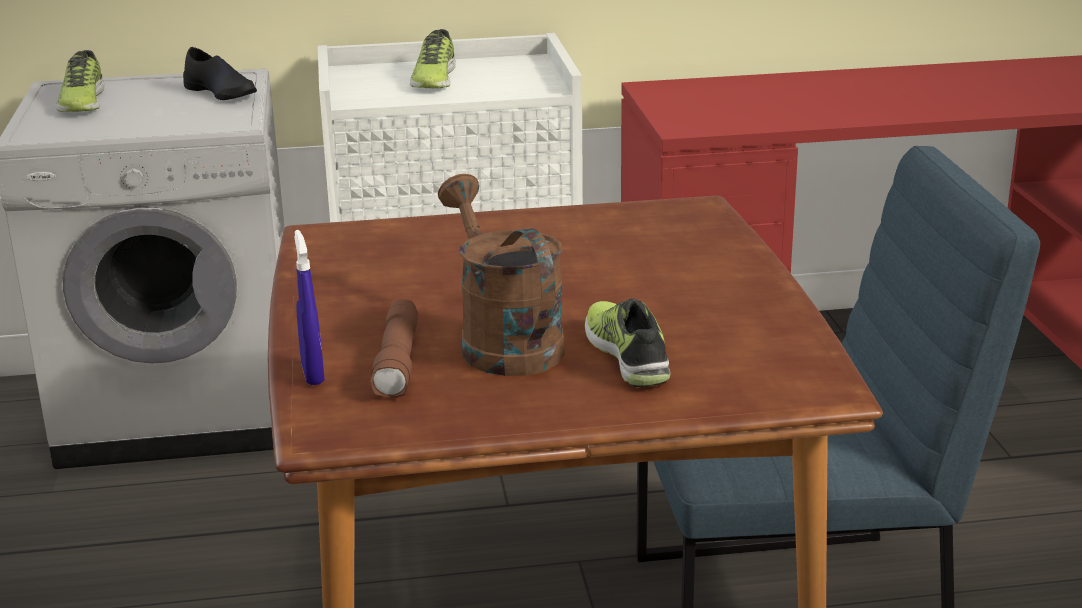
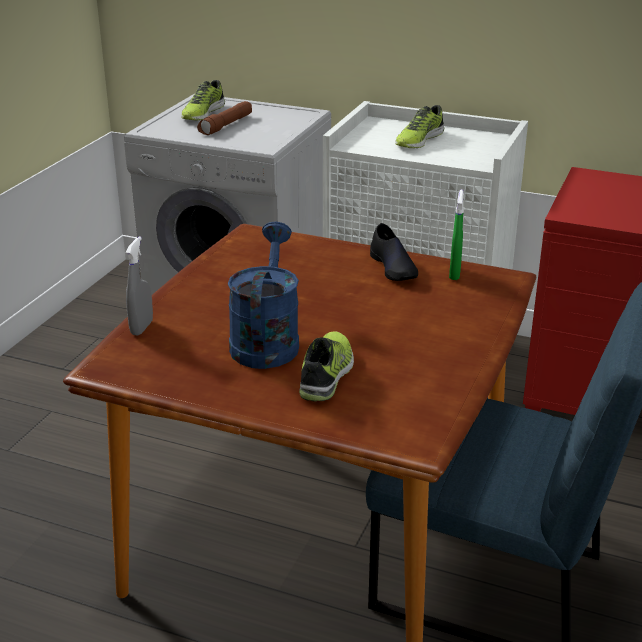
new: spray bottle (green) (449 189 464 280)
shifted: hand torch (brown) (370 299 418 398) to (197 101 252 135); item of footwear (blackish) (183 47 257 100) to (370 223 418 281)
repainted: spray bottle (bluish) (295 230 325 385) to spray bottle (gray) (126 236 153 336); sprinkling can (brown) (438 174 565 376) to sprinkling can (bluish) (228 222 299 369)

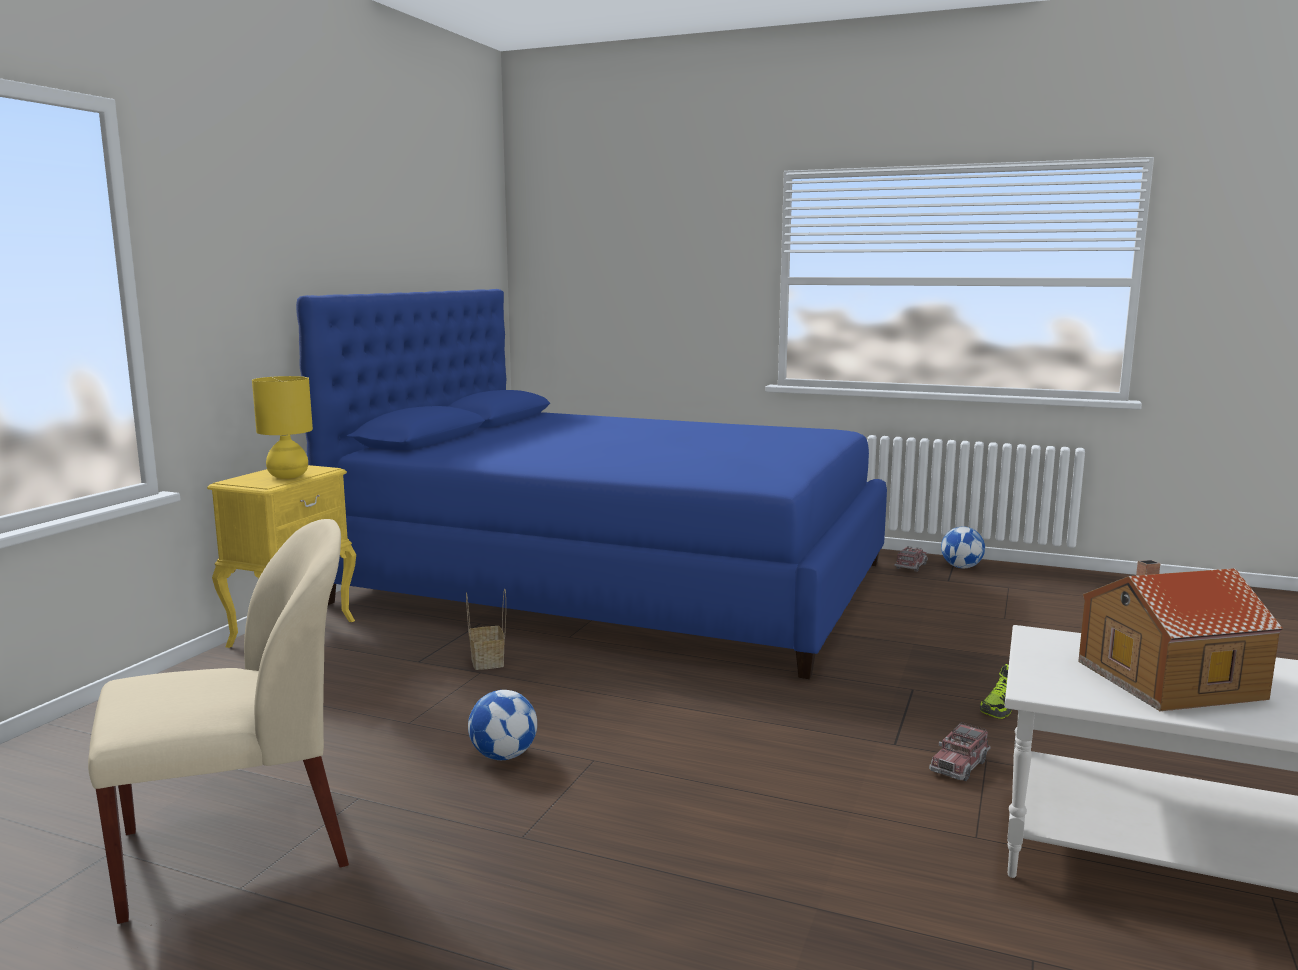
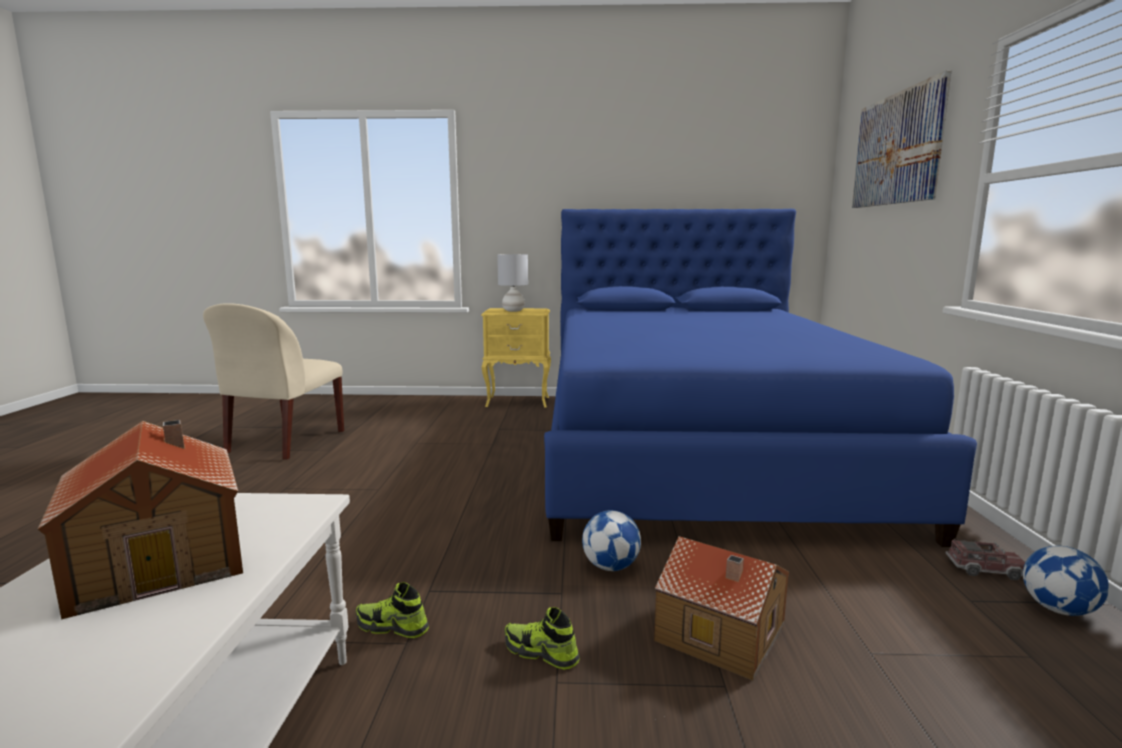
gone: household basket (466 589 506 670)
new: toy house (654 536 789 681); picture (852 70 952 208)
shifted: ball for football (468 690 537 760) to (582 510 641 571)
swapped: model truck (929 722 991 781) to item of footwear (356 582 429 638)
repainted: tabletop lamp (yellow-coloured) (252 376 313 479) to tabletop lamp (gray) (497 254 528 312)
rotated: chair (beige-coloured) (88 519 349 924) = (203 303 344 460) 60 degrees clockwise

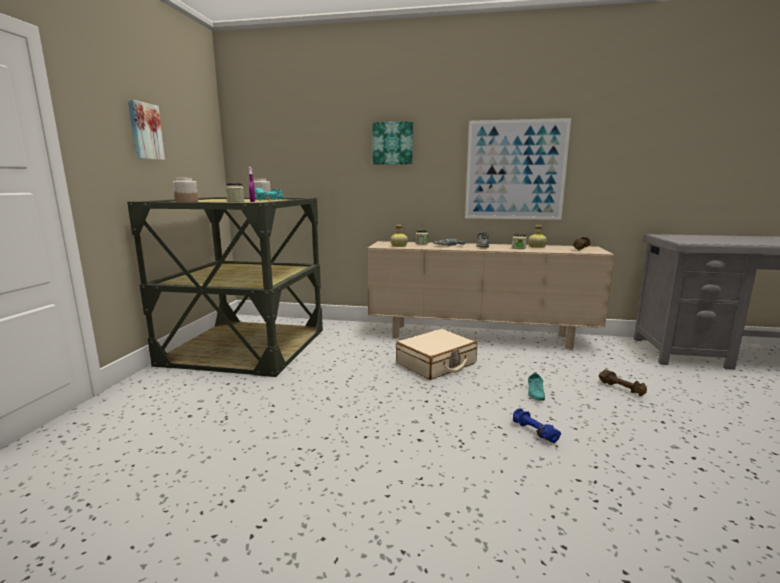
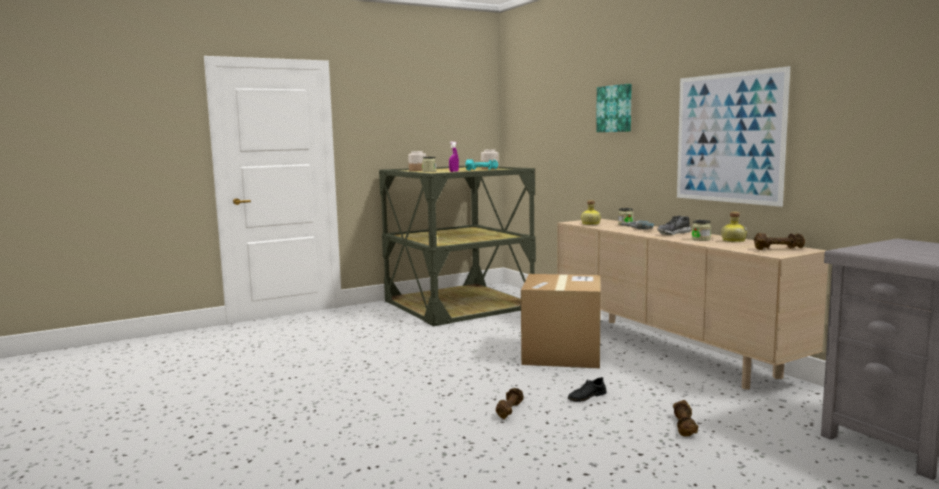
gone: picture (128 99 165 160)
swapped: suitcase (beige-coloured) (396 329 477 380) to carton (521 274 601 368)
repainted: free weight (bluish) (513 408 561 443) to free weight (brown) (496 388 524 419); item of footwear (blue-green) (528 372 545 401) to item of footwear (blackish) (568 377 607 402)

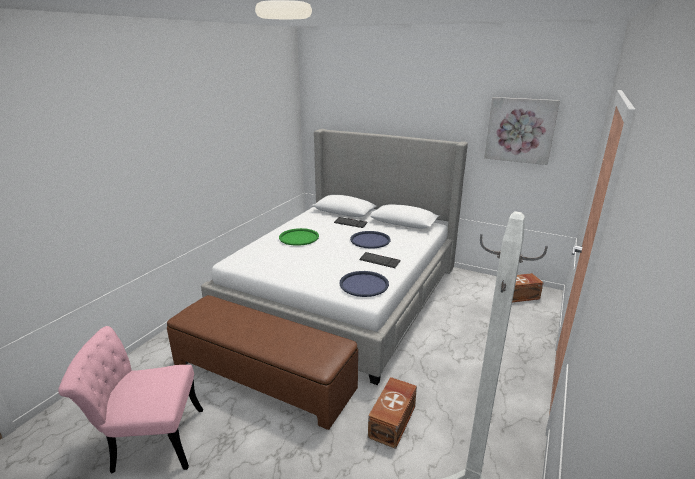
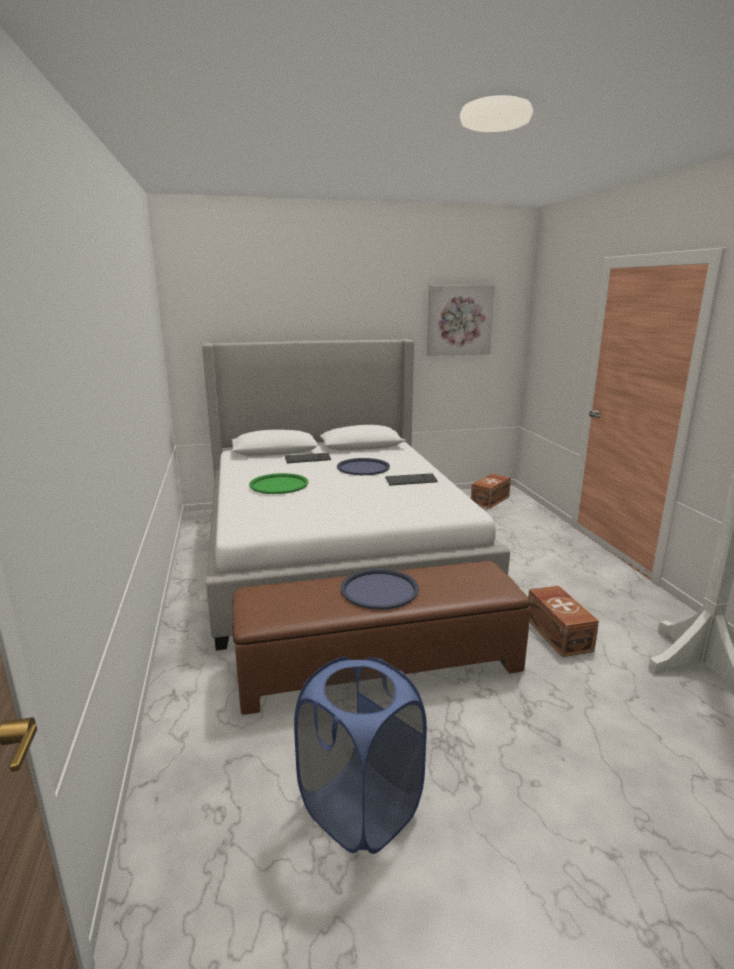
shifted: carrying tray (bluish) (339 271 389 297) to (341 569 419 610)
swapped: chair (pinkish) (58 326 203 474) to laundry basket (bluish) (294 657 427 854)

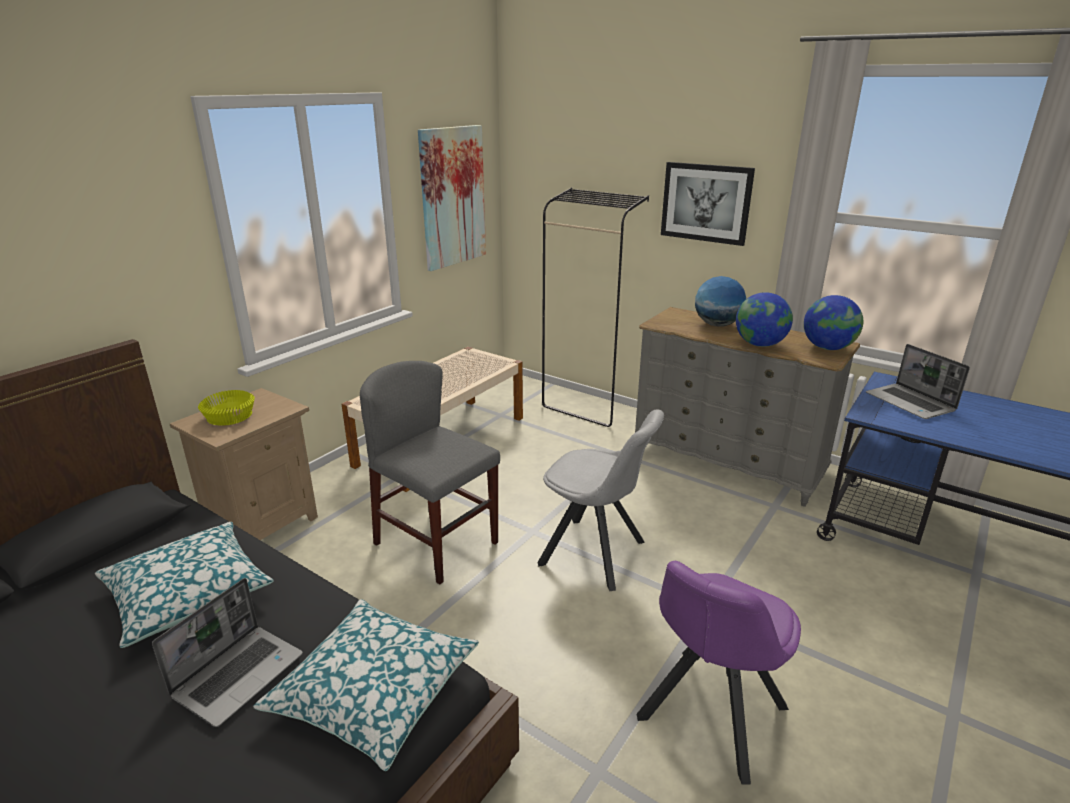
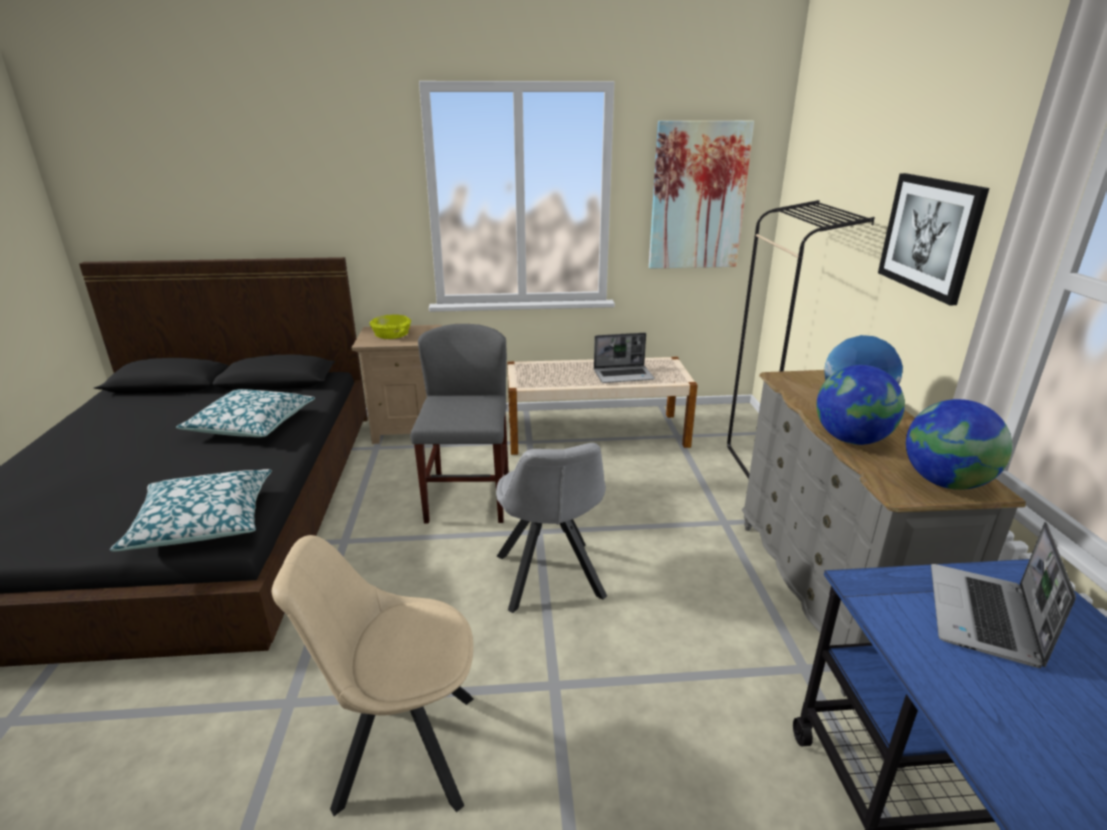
shifted: notebook computer (152 578 303 727) to (594 333 655 383)
repainted: chair (purple) (637 561 801 785) to chair (beige-coloured) (272 535 474 816)

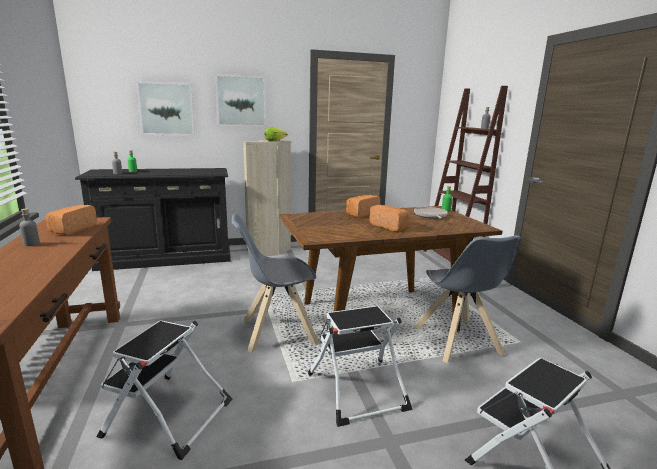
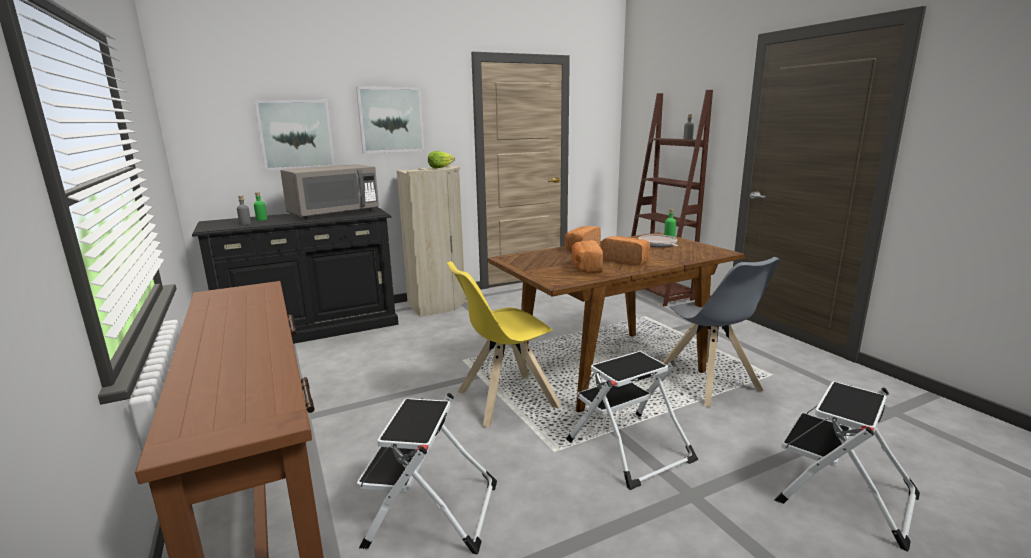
gone: beverage bottle (gray) (19 209 40 246)
new: kitchen microwave (gray) (280 164 379 219)
shifted: bread (45 205 97 235) to (571 240 603 273)
repainted: chair (gray) (231 213 319 353) to chair (yellow-coloured) (447 261 561 427)

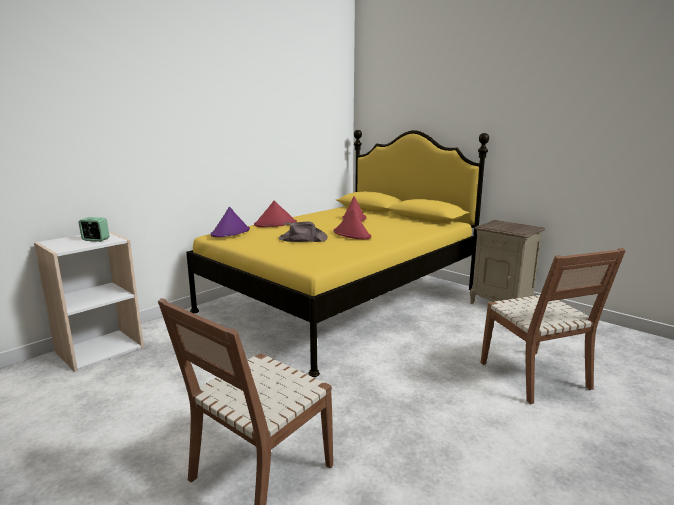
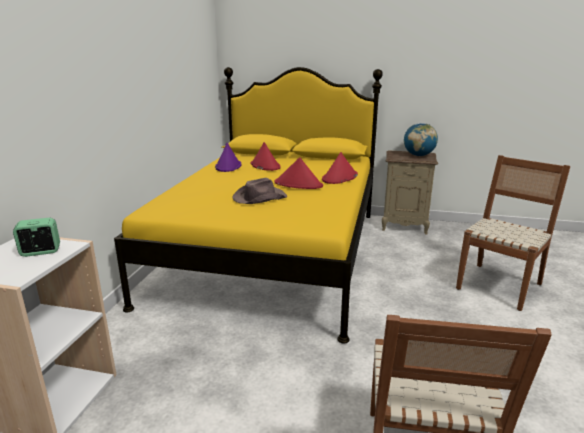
new: desk globe (404 123 438 156)
shifted: wearable hat (purple) (211 207 250 237) to (215 143 241 172); wearable hat (reddish) (254 200 297 227) to (322 152 358 184)
rotated: chair (480 248 626 404) = (456 155 570 311) 90 degrees counterclockwise

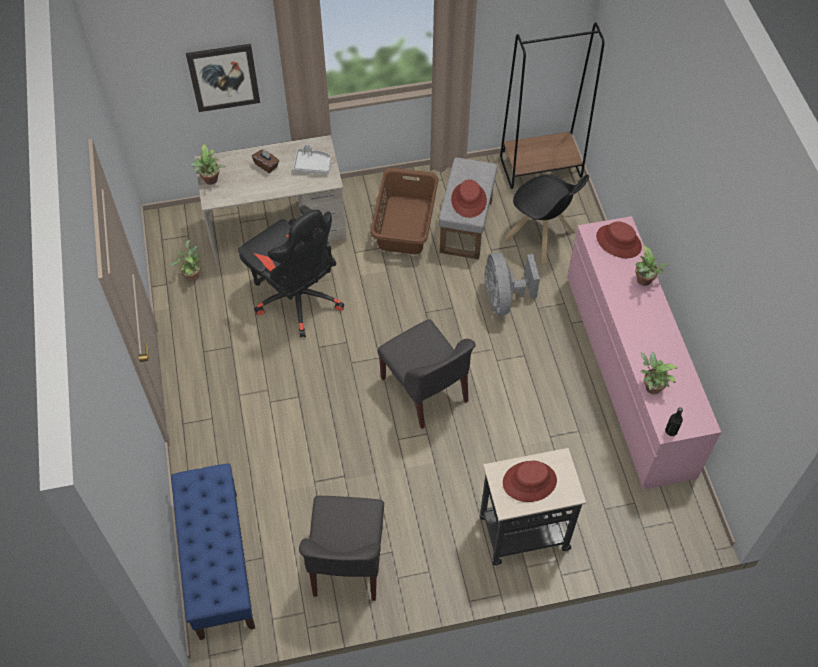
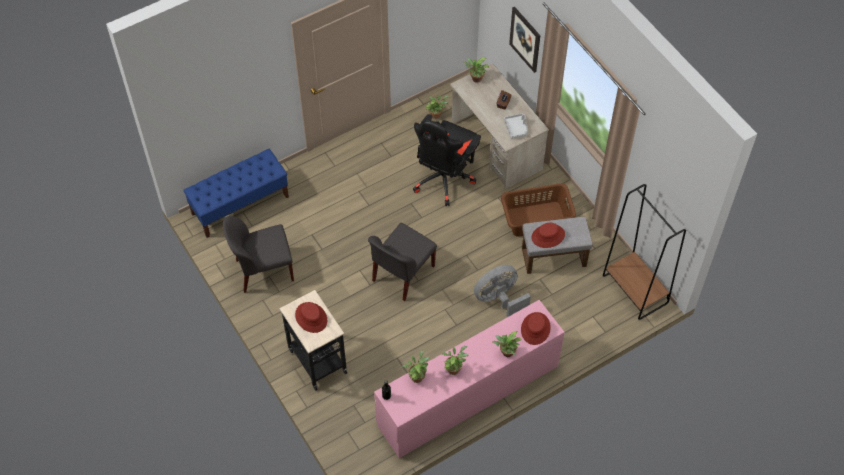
gone: chair (blackish) (505 174 589 264)
new: houseplant (441 346 469 375)

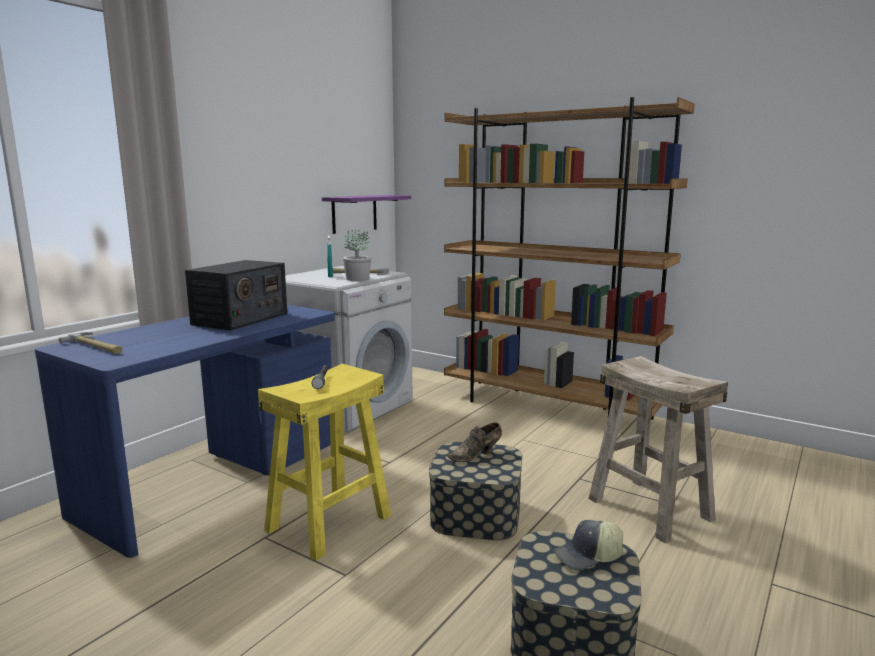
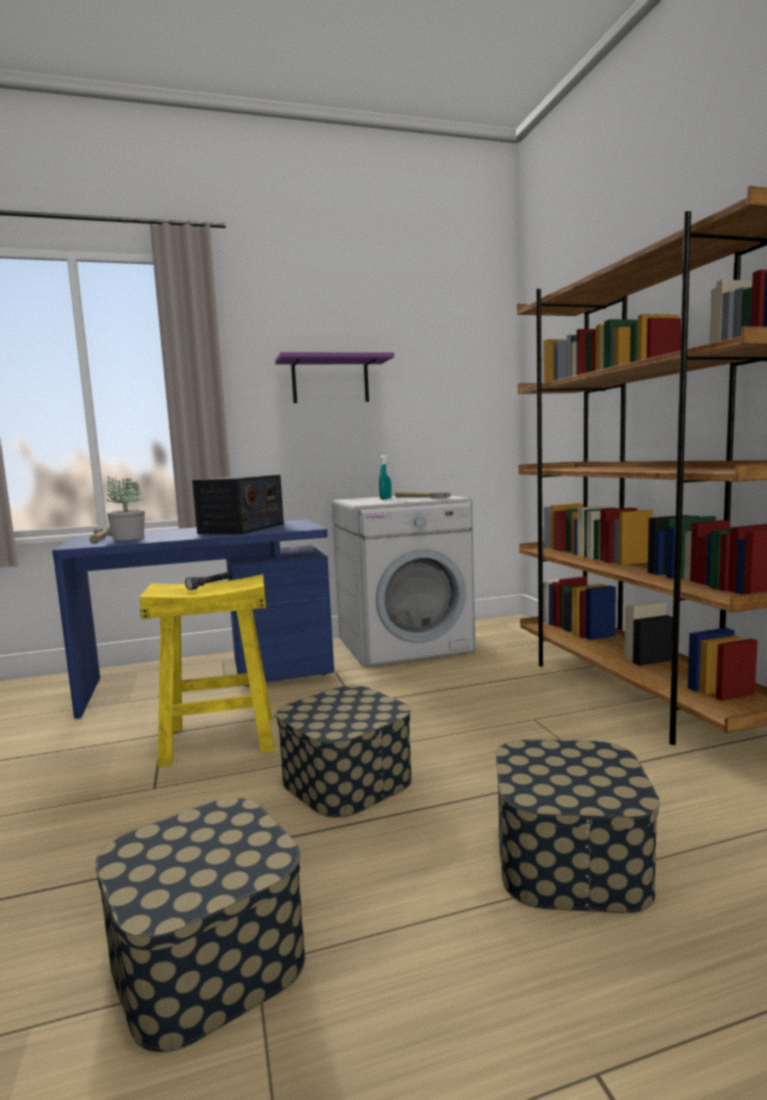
gone: item of footwear (brown) (447 422 502 462); cap (553 519 623 570)
shifted: houseplant (343 229 371 281) to (107 476 145 540); wall shelf (purple) (322 195 411 234) to (275 352 394 403)
swapped: sitting stool (beige-coloured) (588 356 728 543) to storage container (496 740 660 913)
rotated: radio (185 260 287 331) = (192 475 284 534) 45 degrees counterclockwise

